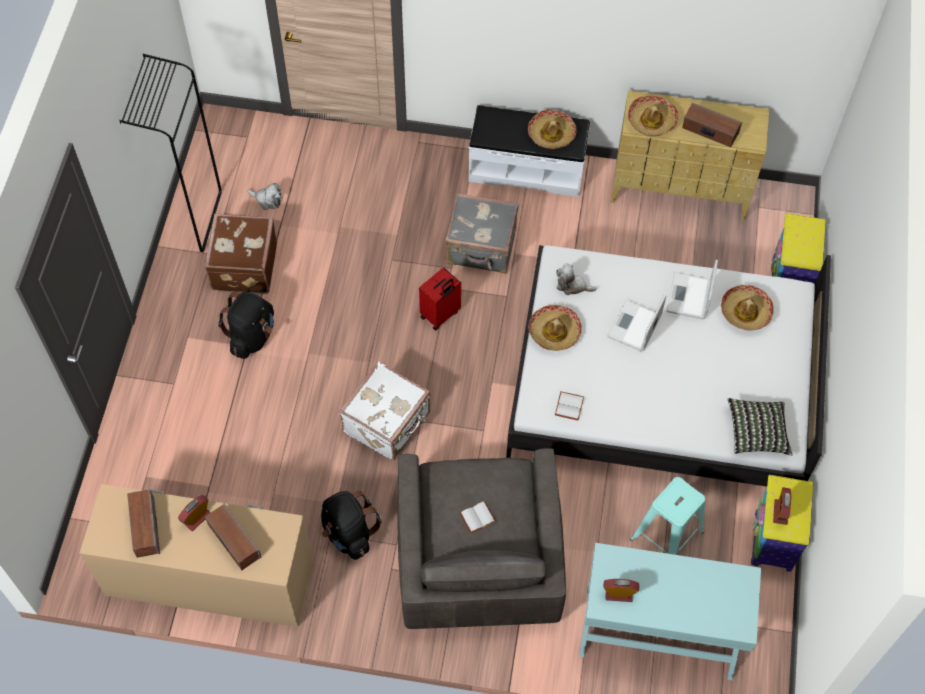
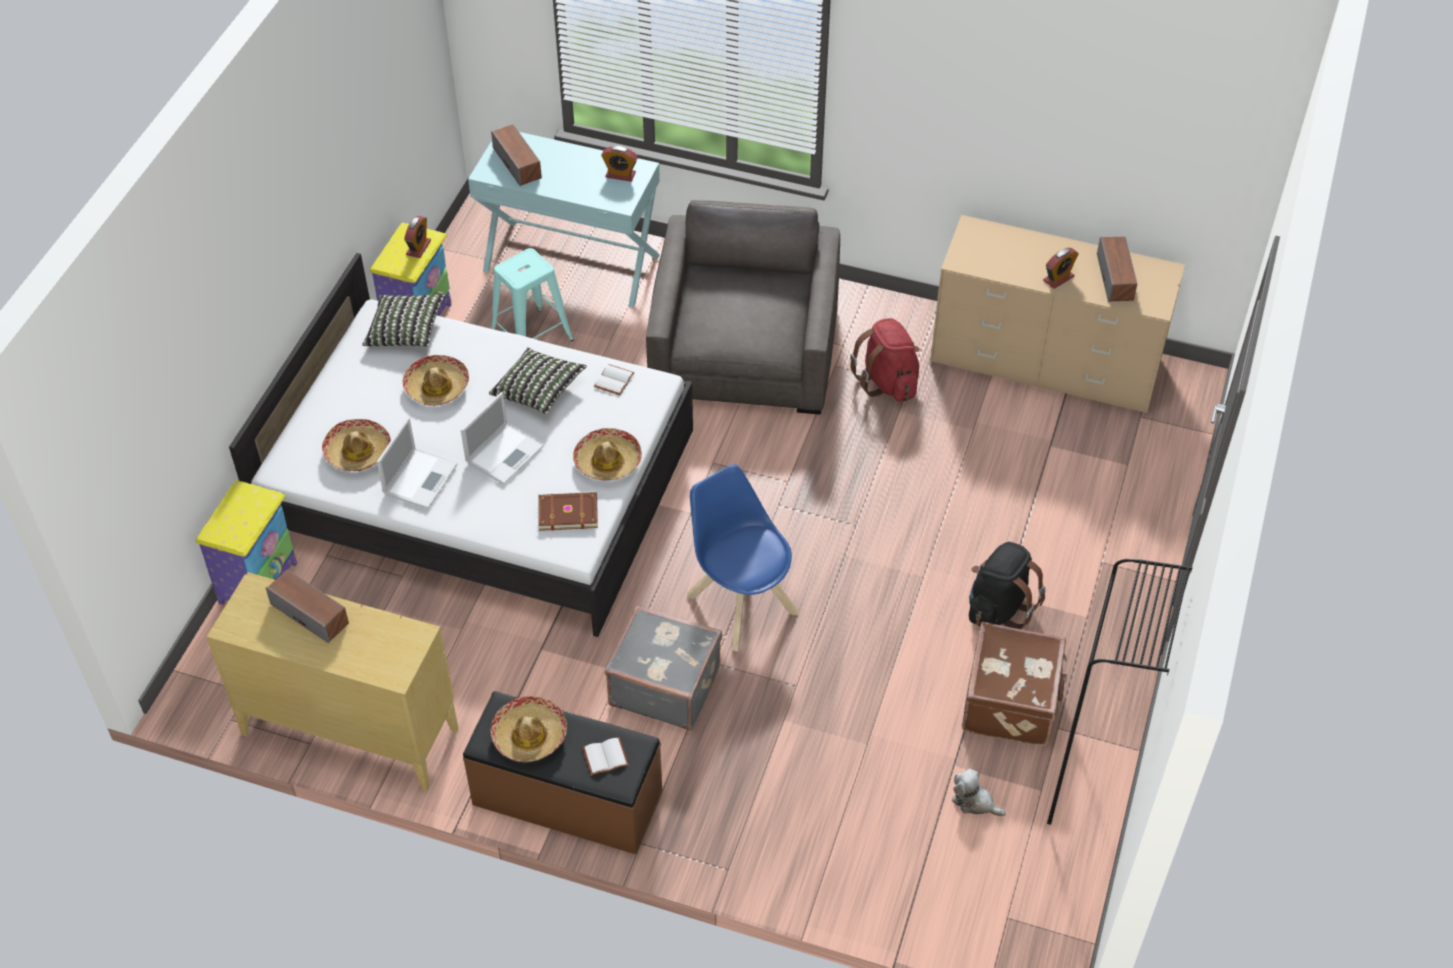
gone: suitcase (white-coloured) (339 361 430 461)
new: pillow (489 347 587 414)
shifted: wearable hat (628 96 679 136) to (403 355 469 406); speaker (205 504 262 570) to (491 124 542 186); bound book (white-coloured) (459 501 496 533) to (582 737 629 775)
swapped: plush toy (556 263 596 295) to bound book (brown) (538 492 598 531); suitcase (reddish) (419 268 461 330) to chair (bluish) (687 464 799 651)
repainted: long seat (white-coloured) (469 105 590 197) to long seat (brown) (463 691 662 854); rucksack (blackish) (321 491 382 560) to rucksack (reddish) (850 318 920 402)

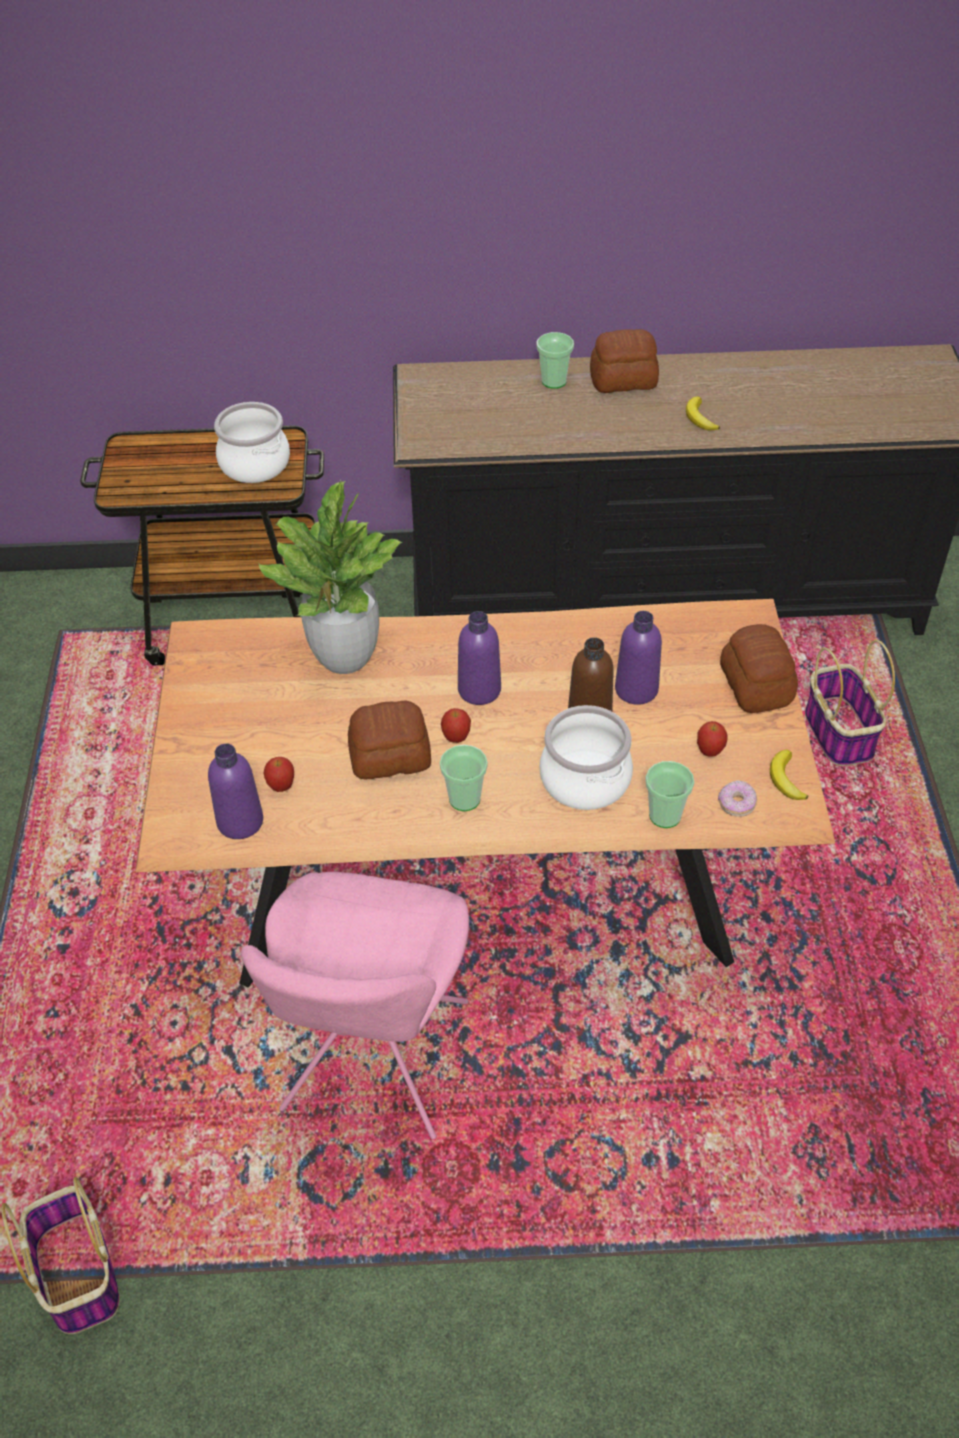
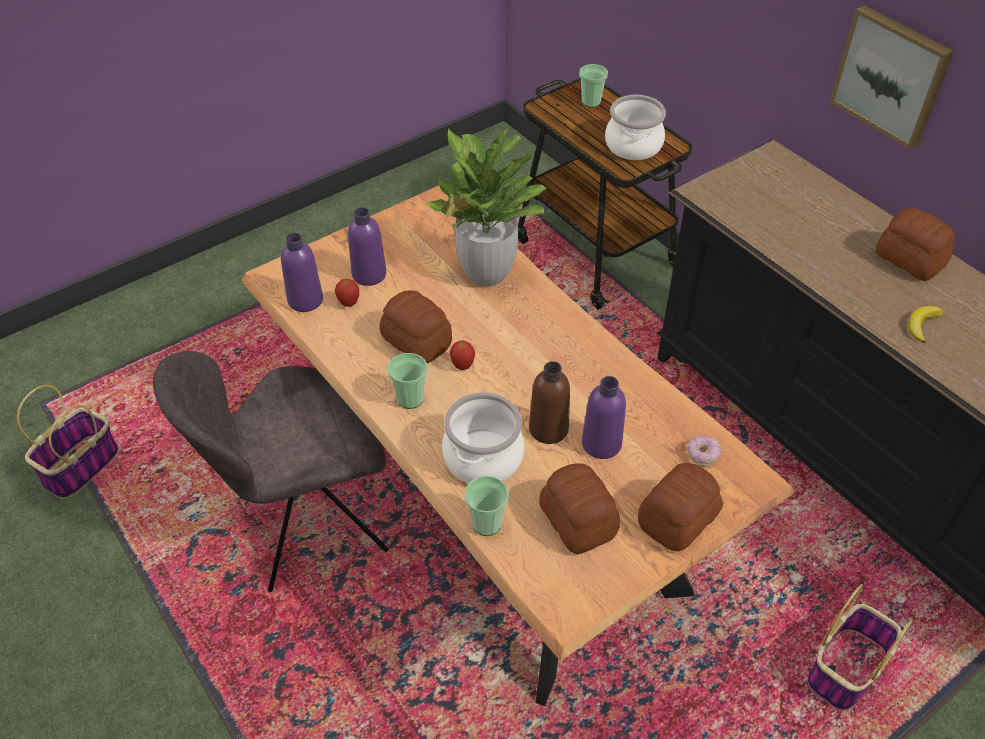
gone: whole banana (770 749 808 800)
new: picture (829 5 954 150)
shifted: beverage bottle (purple) (458 611 501 705) to (348 207 386 286); drinking cup (537 332 574 389) to (579 64 608 108); donut (718 780 757 817) to (687 435 722 466)
swapped: whole apple (697 721 728 757) to bread (539 463 620 554)
repainted: chair (pinkish) (241 872 469 1139) to chair (gray) (153 351 389 592)

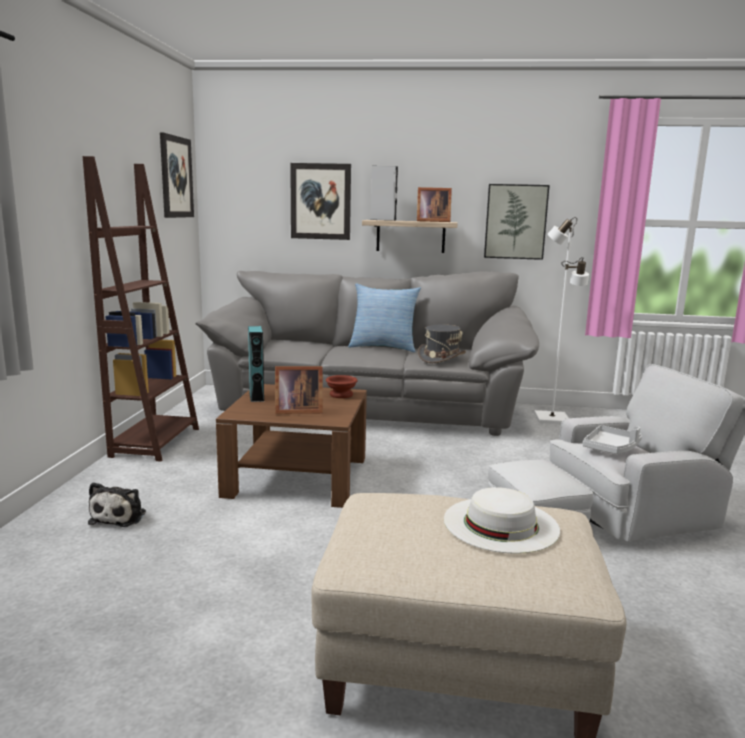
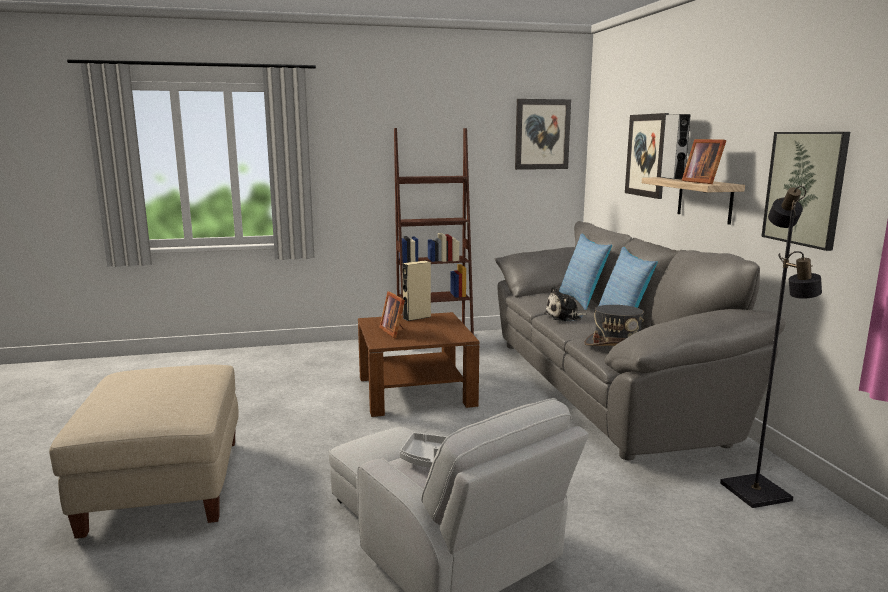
gone: serving bowl (brown) (326 375 358 398); wearable hat (white-coloured) (444 487 560 554)
new: pillow (559 233 612 310)
shifted: plush toy (88 482 146 527) to (544 286 587 322)
repainted: speaker (blue-green) (248 326 265 402) to speaker (beige-coloured) (402 261 431 321); floor lamp (white-coloured) (534 217 589 424) to floor lamp (blackish) (720 186 822 508)

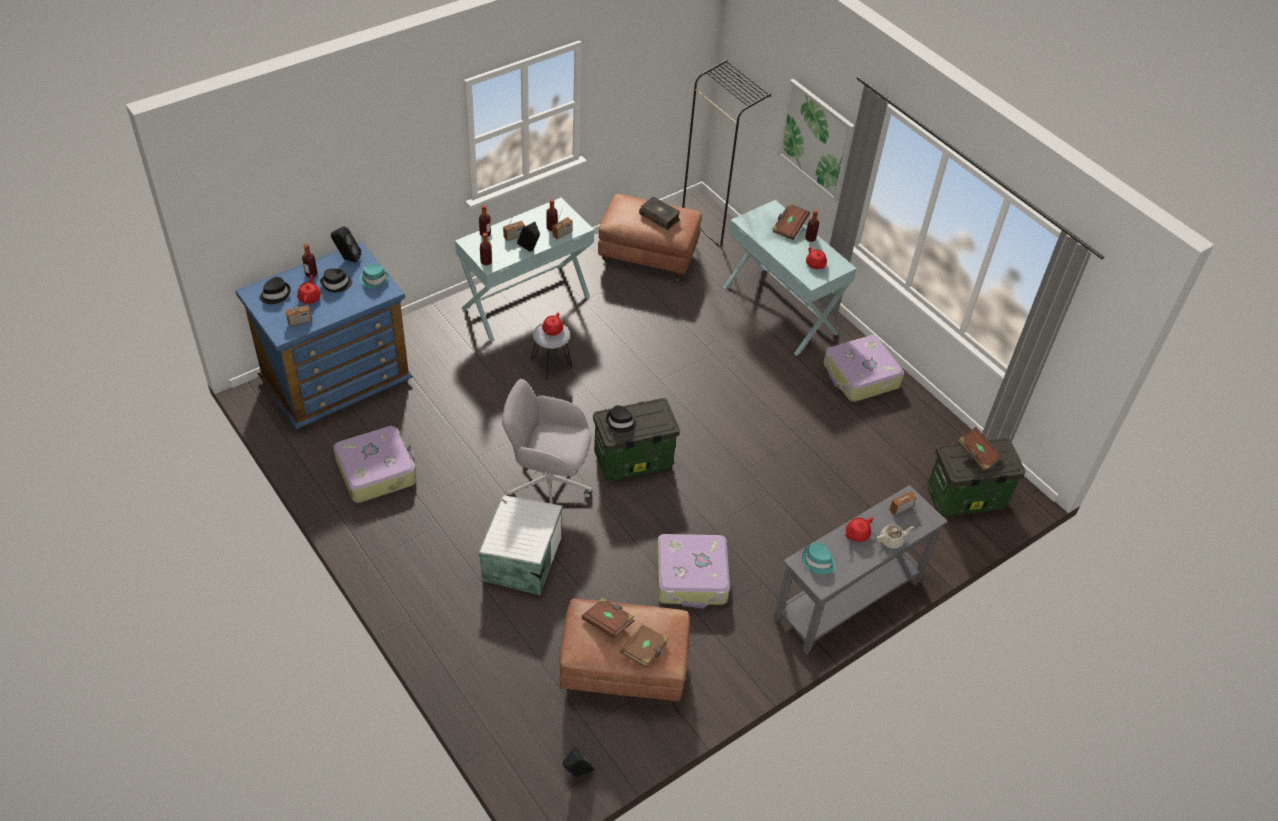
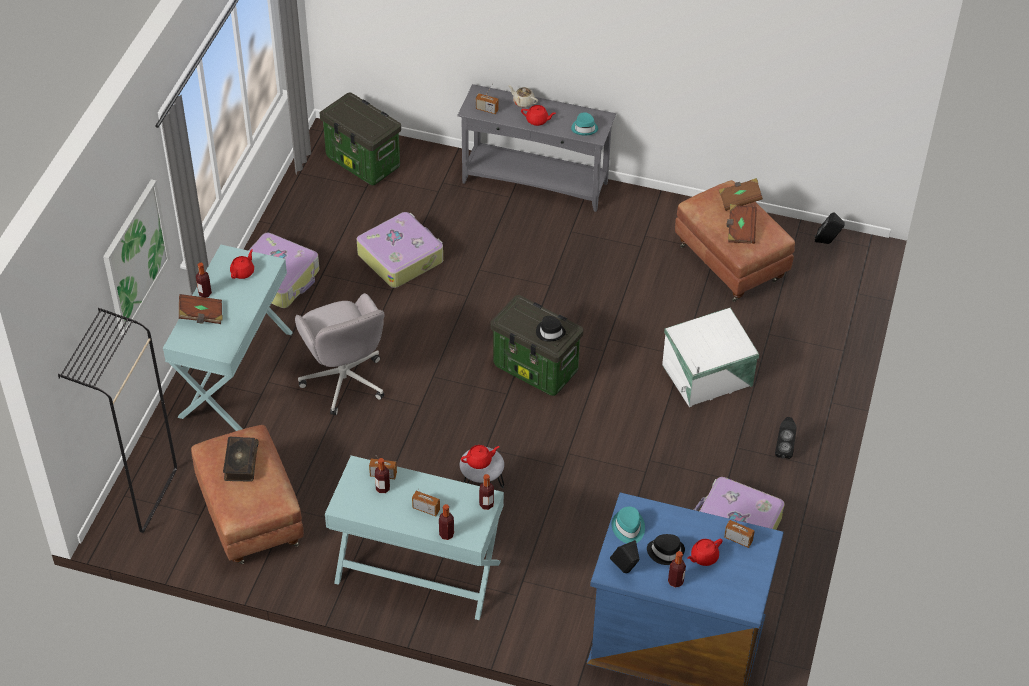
gone: wearable hat (blackish) (259 277 291 304); bound book (brown) (957 427 1002 472)
shifted: desk chair (gray) (502 379 592 504) to (295 293 384 415); suitcase (657 534 730 608) to (357 212 443 288); speaker (blackish) (517 222 540 252) to (775 417 796 459)

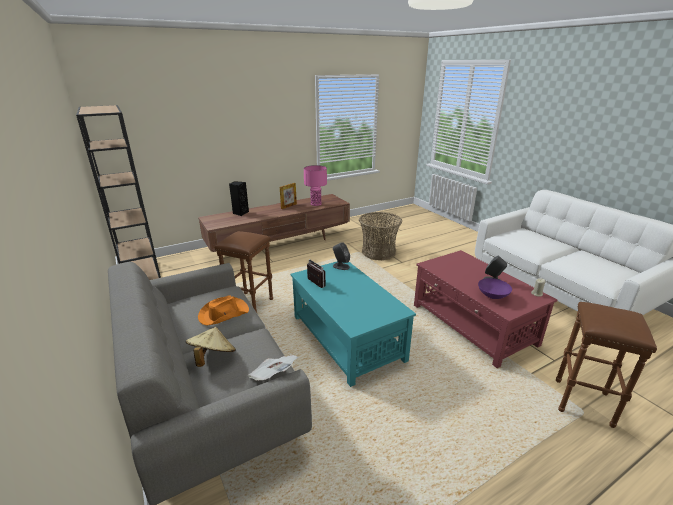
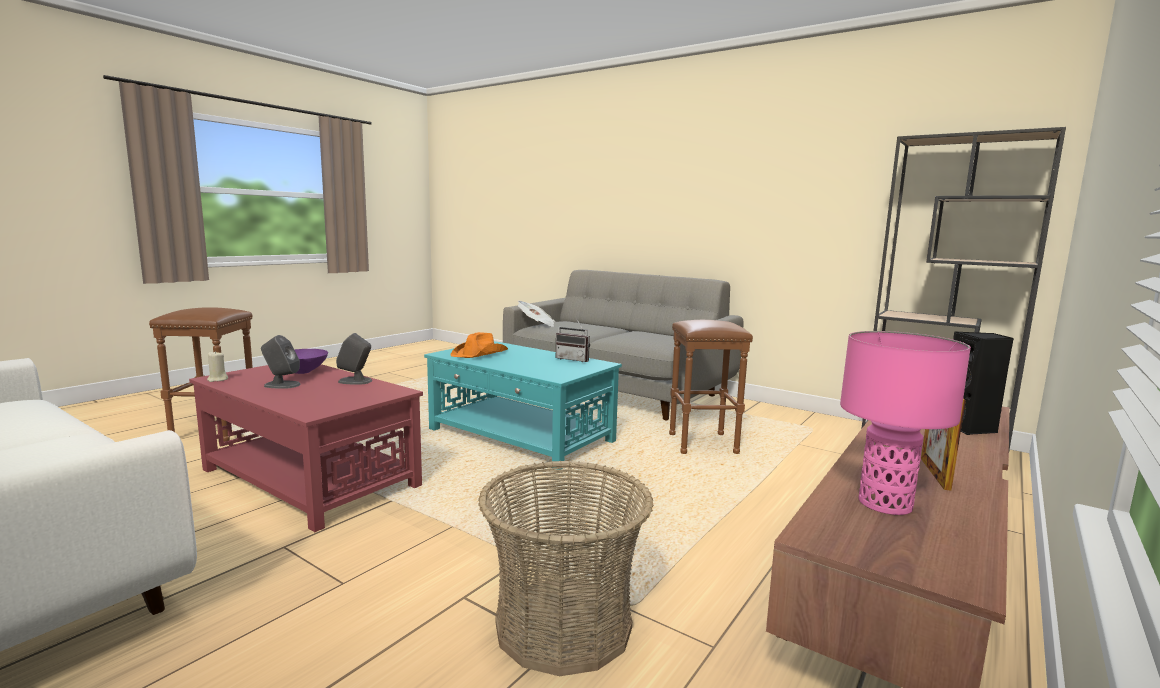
gone: wearable hat (beige-coloured) (186 327 236 367)
shifted: speaker (gray) (333 242 350 270) to (336 333 372 385); wearable hat (orange-coloured) (198 295 249 326) to (450 332 508 358)

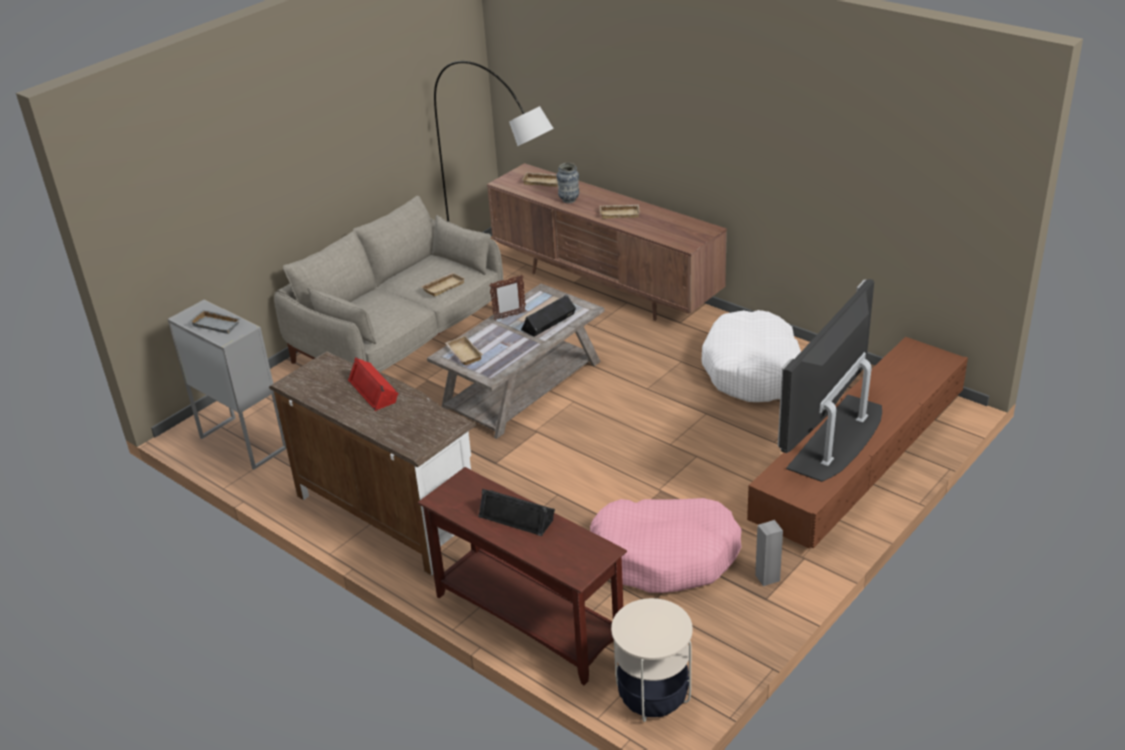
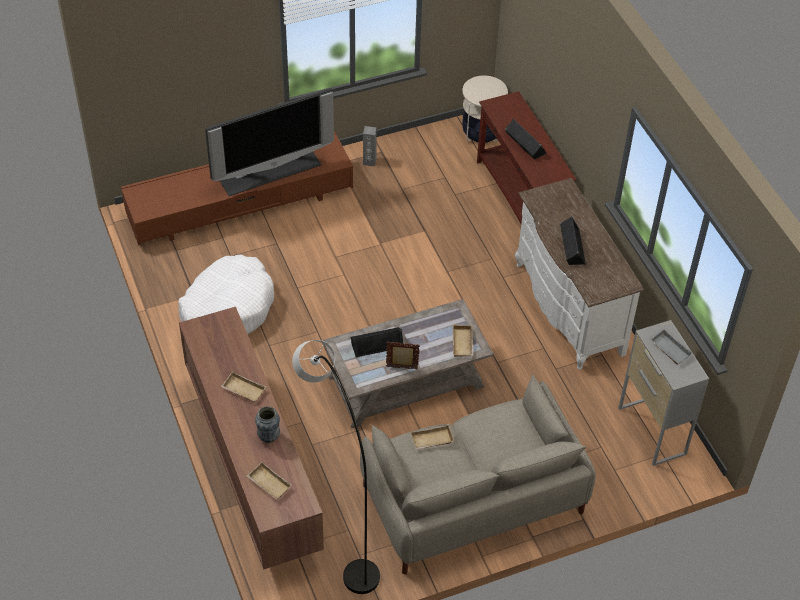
gone: dog cushion (pinkish) (590 498 742 593)
repainted: speaker (reddish) (348 357 398 411) to speaker (blackish) (560 216 586 265)

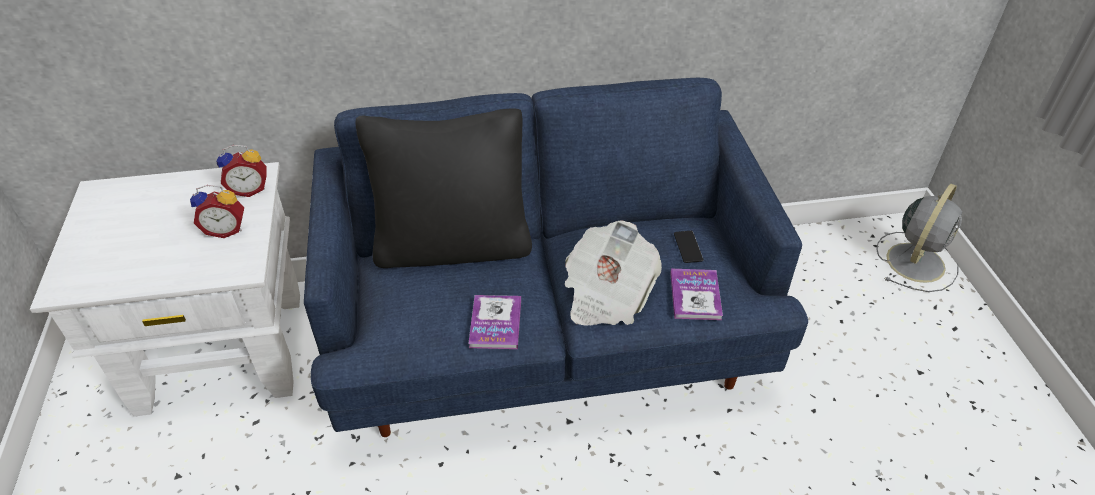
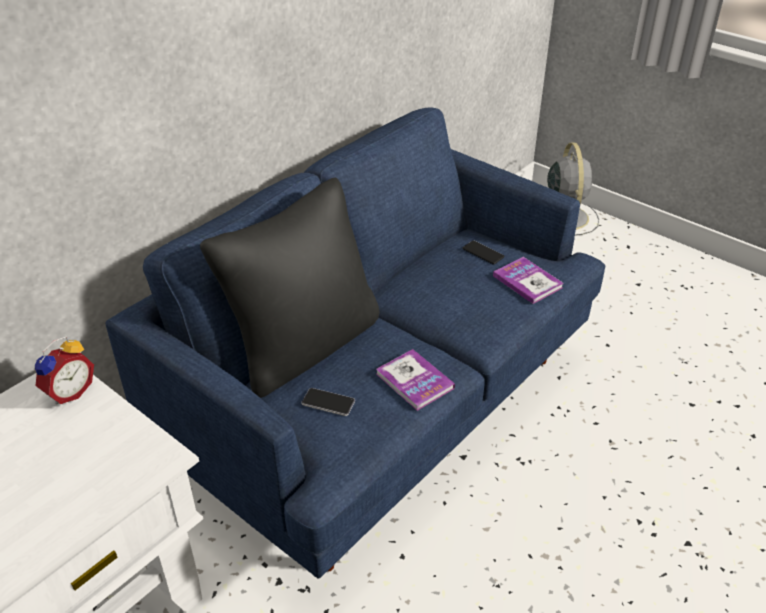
gone: alarm clock (190 185 244 238); newspaper (565 220 662 326)
new: handset (301 388 355 416)

